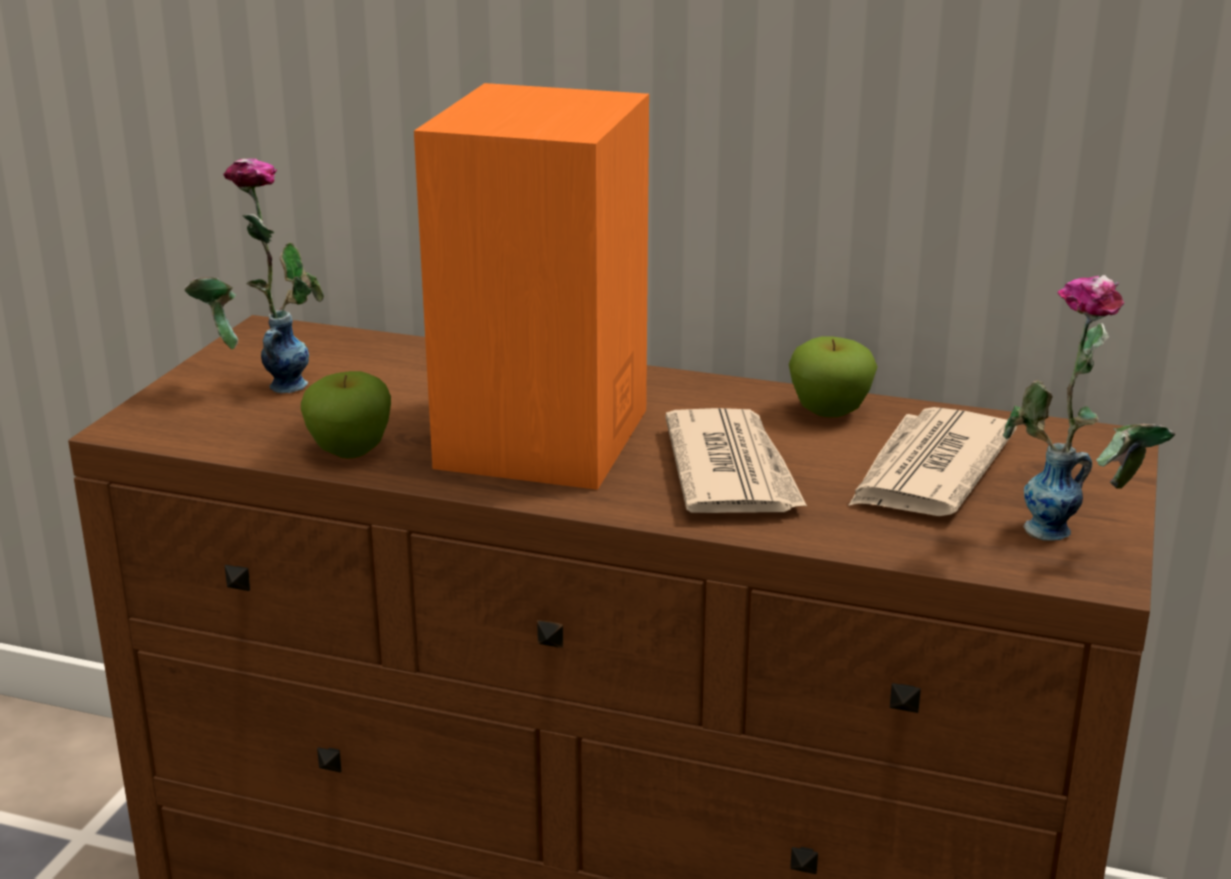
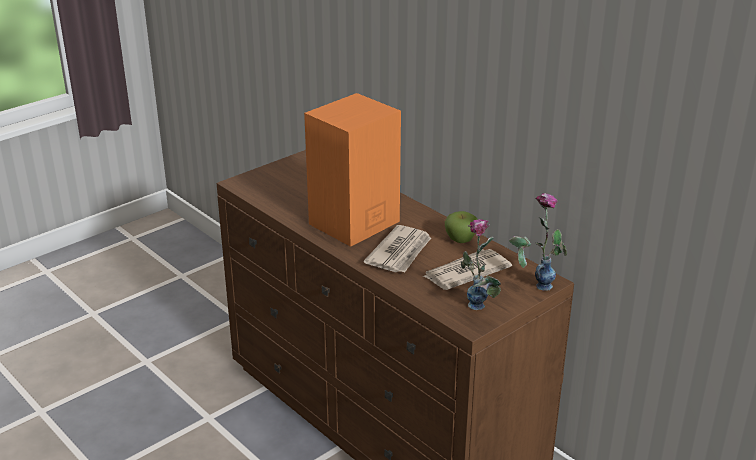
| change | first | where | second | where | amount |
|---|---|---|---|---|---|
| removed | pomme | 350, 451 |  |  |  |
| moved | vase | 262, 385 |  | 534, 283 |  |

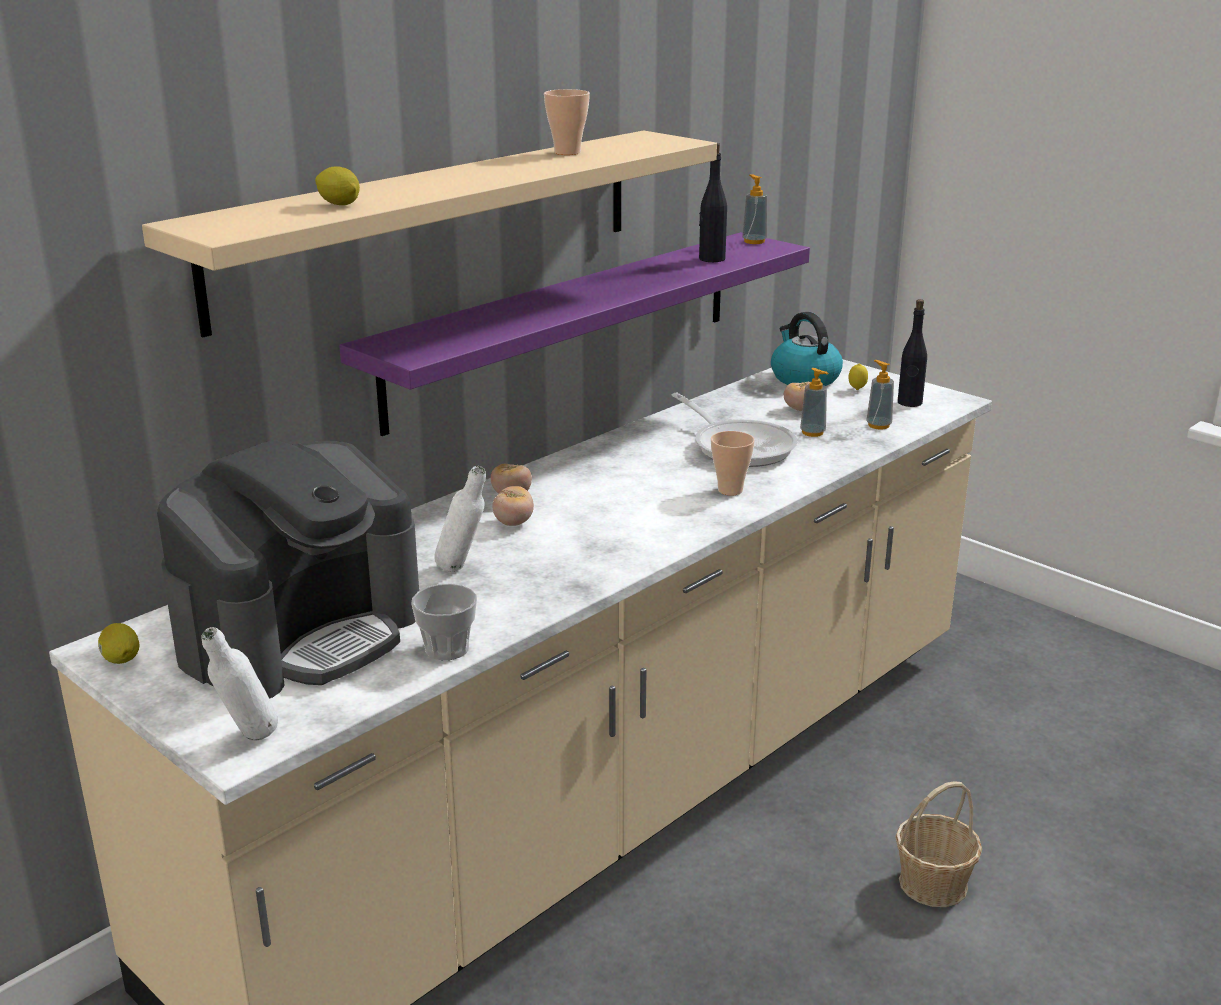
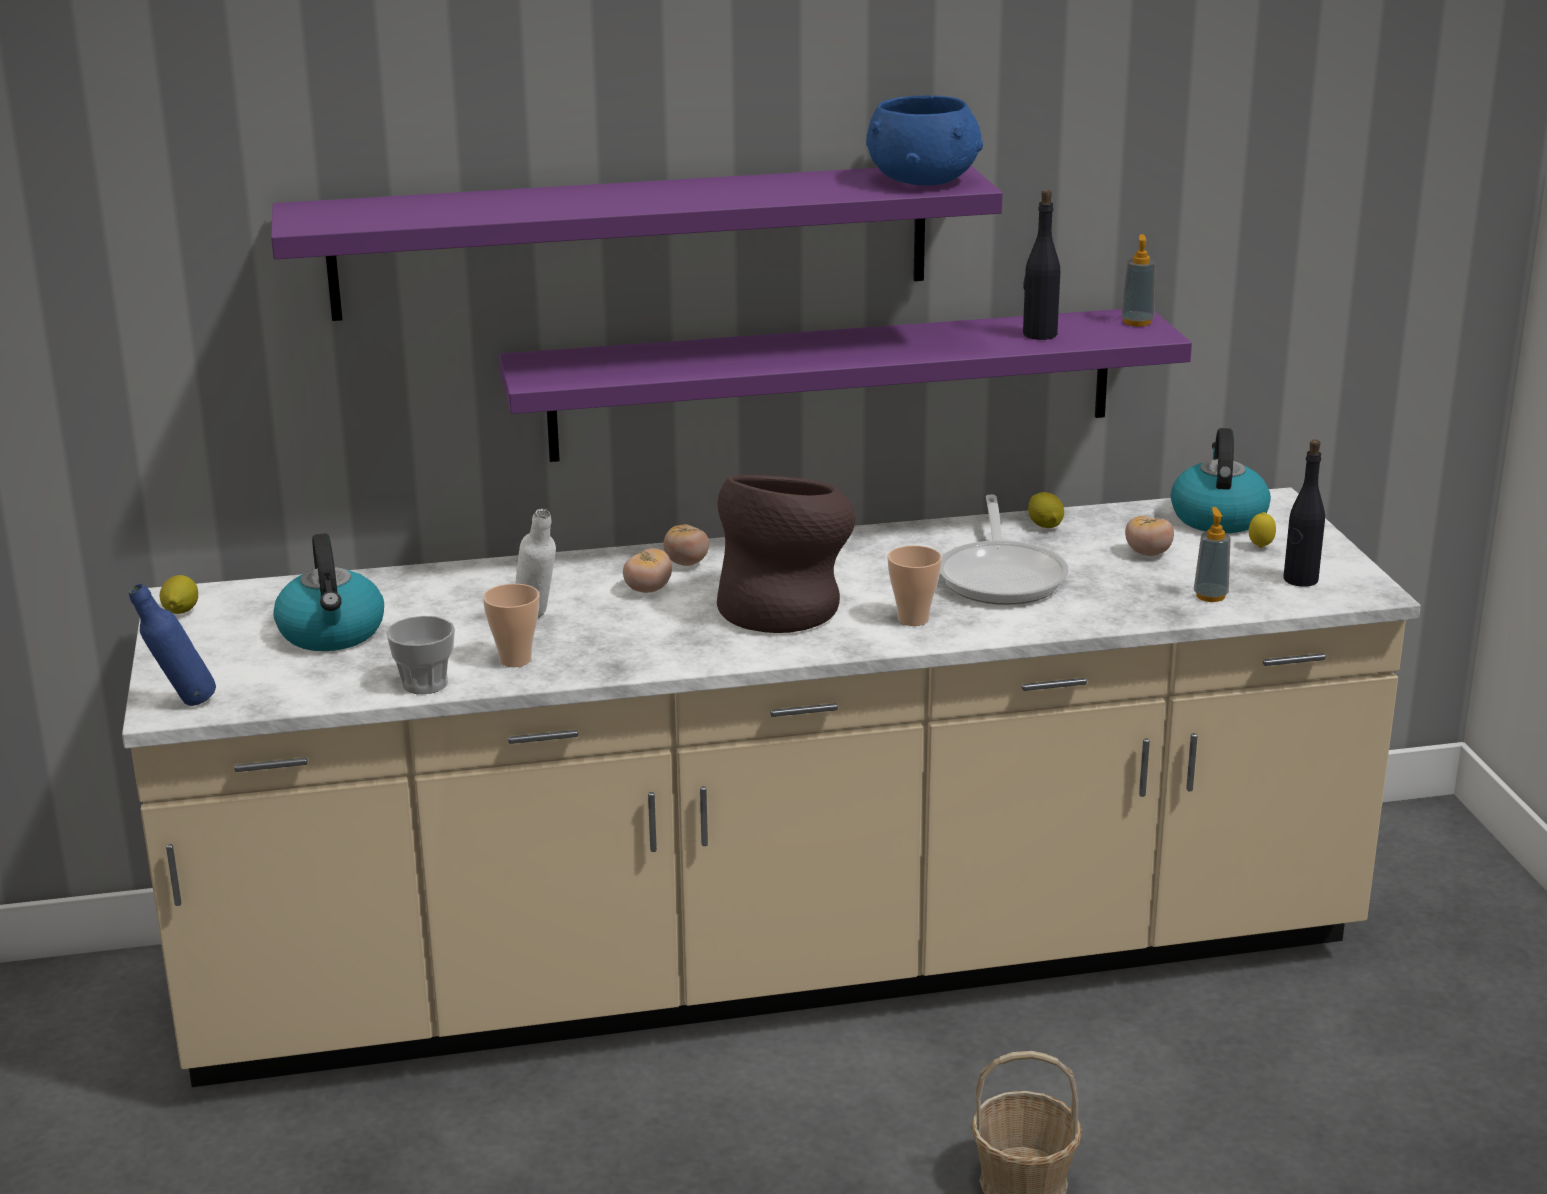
| change | first | where | second | where | amount |
|---|---|---|---|---|---|
| removed | distributeur de savon | 812, 433 |  |  |  |
| added |  |  | vase [marron] | 784, 607 |  |
| added |  |  | bol [bleu] | 923, 180 |  |
| moved | citron | 339, 204 |  | 1045, 525 |  |
| moved | tasse | 567, 152 |  | 515, 660 |  |
| replaced | machine à café | 301, 634 | bouilloire | 332, 633 |  |
| recoloured | étagère [beige] | 433, 224 | étagère [violet] | 632, 241 |  |
| recoloured | bouteille [blanc] | 248, 742 | bouteille [bleu] | 182, 705 |  |

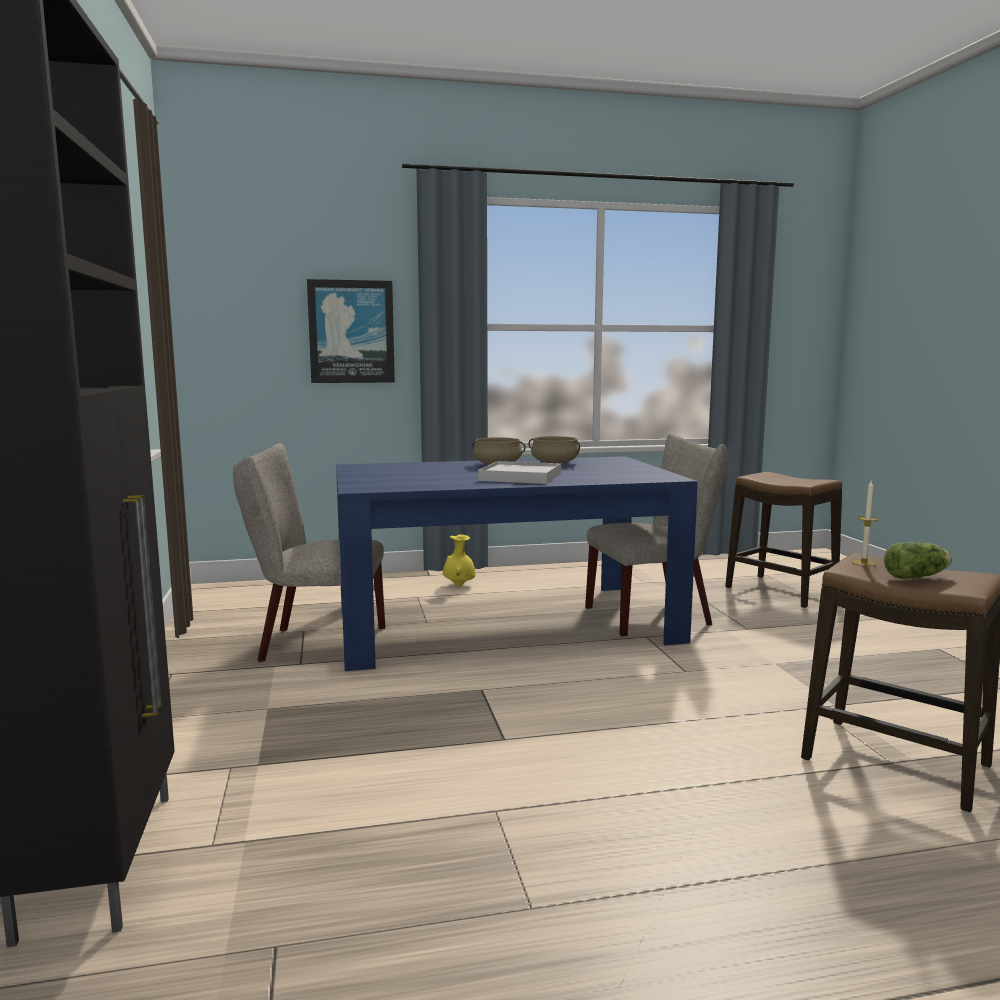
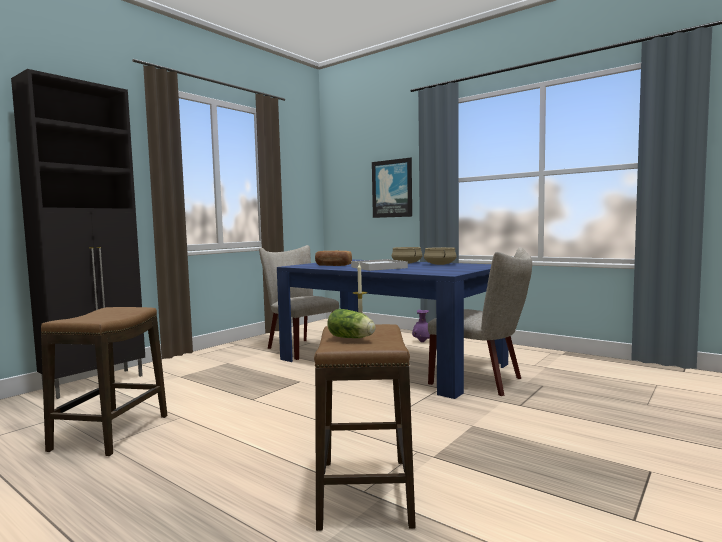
| change | first | where | second | where | amount |
|---|---|---|---|---|---|
| added |  |  | pain | 333, 265 |  |
| moved | tabouret | 781, 591 |  | 111, 433 |  |
| recoloured | vase [jaune] | 459, 585 | vase [violet] | 422, 342 |  |

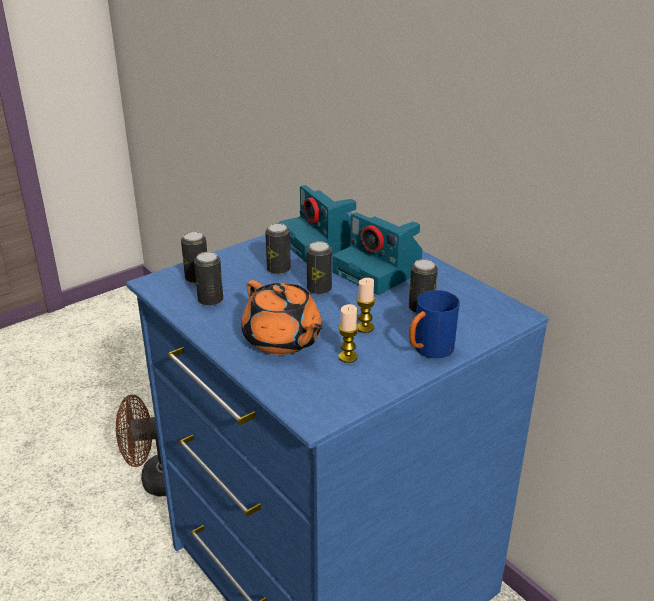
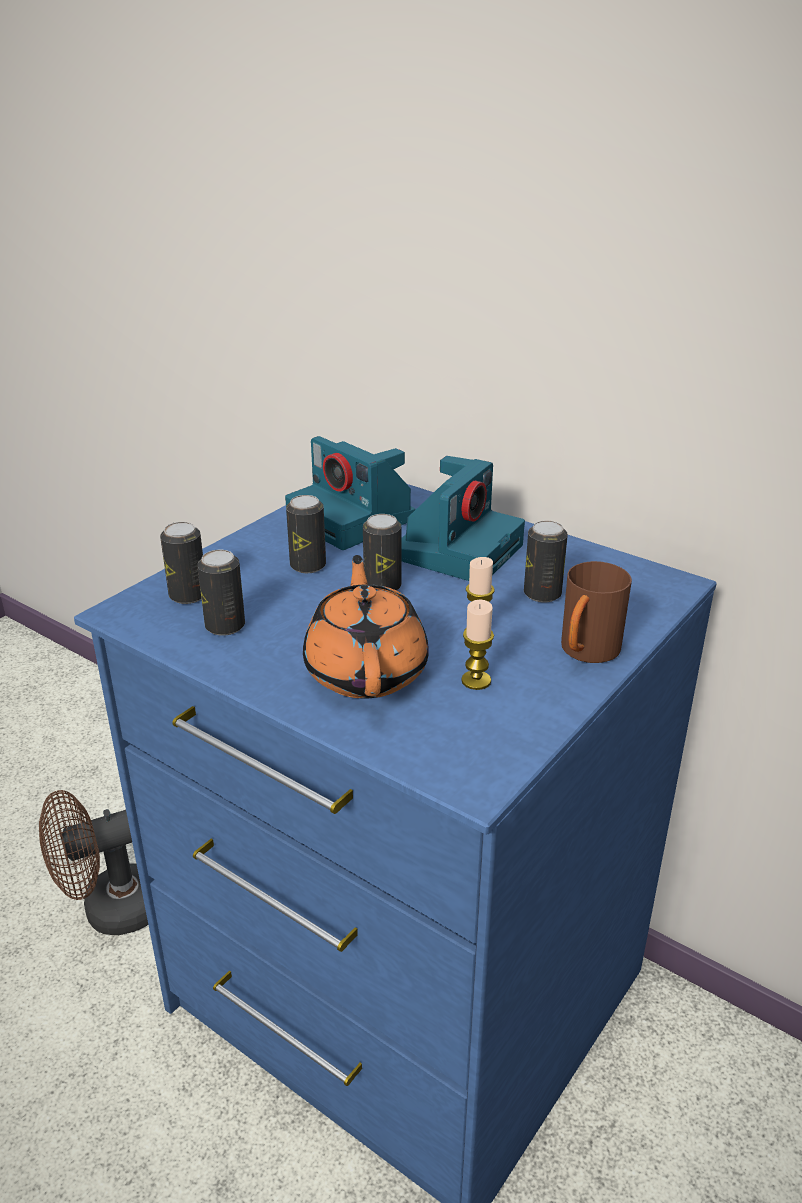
| change | first | where | second | where | amount |
|---|---|---|---|---|---|
| recoloured | mug [bleu] | 428, 351 | mug [marron] | 585, 654 |  |
| turned | théière [orange] | 283, 340 |  | 366, 671 | 135 degrees counterclockwise |
| turned | appareil photo | 380, 271 |  | 457, 550 | 90 degrees counterclockwise |

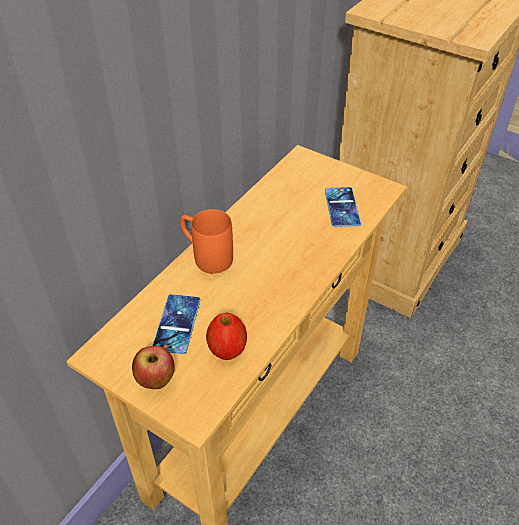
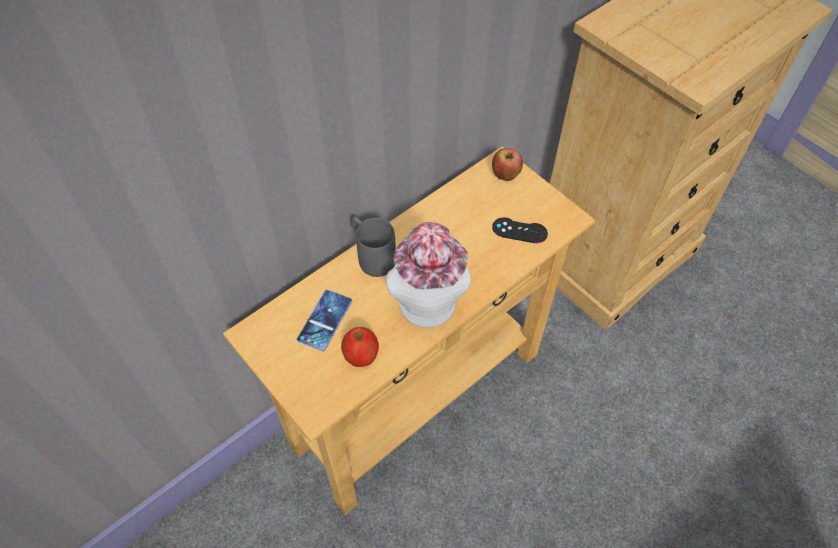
| change | first | where | second | where | amount |
|---|---|---|---|---|---|
| added |  |  | chapeau | 428, 310 |  |
| moved | pomme | 156, 381 |  | 505, 176 |  |
| replaced | téléphone | 342, 207 | manette [noir] | 519, 230 |  |
| recoloured | mug [orange] | 206, 256 | mug [gris] | 371, 256 |  |

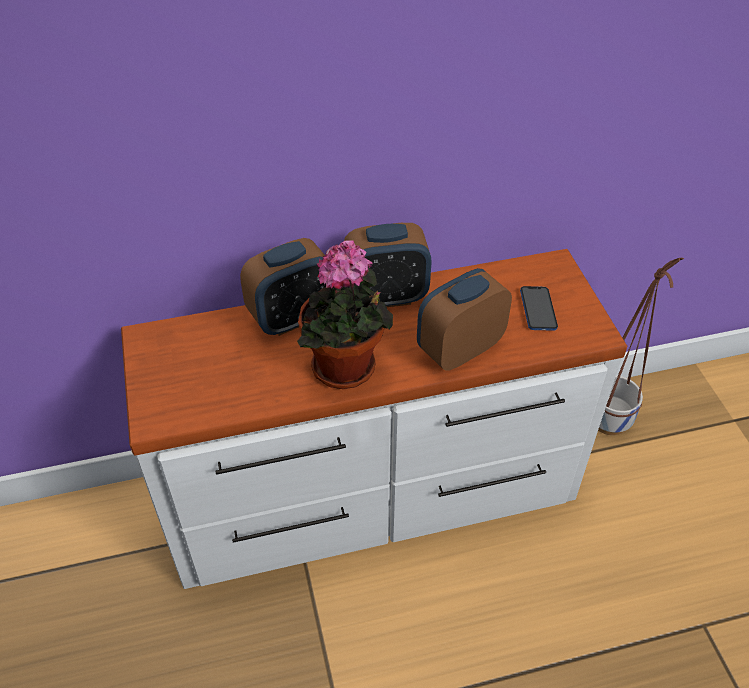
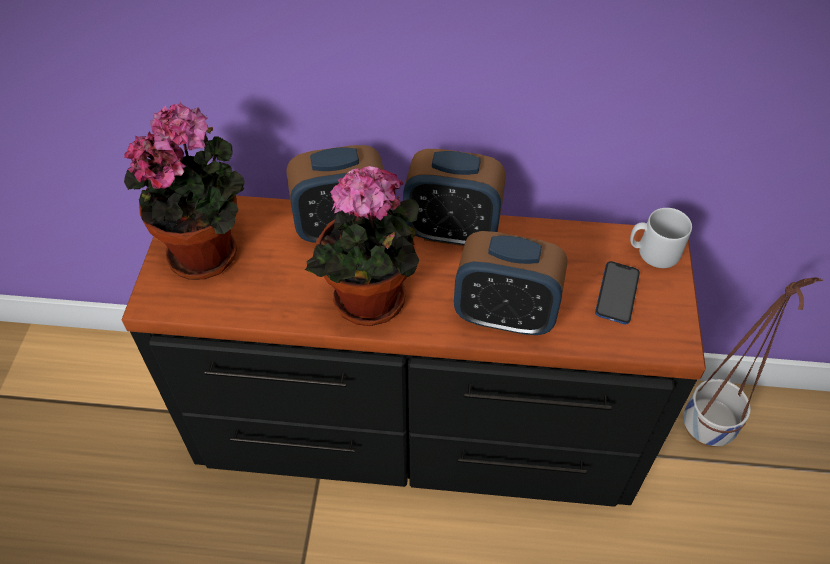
| change | first | where | second | where | amount |
|---|---|---|---|---|---|
| added |  |  | plante en pot | 209, 251 |  |
| added |  |  | mug [gris] | 653, 252 |  |
| recoloured | commode [blanc] | 373, 494 | commode [noir] | 415, 428 |  |
| turned | réveil | 459, 349 |  | 504, 315 | 150 degrees counterclockwise |

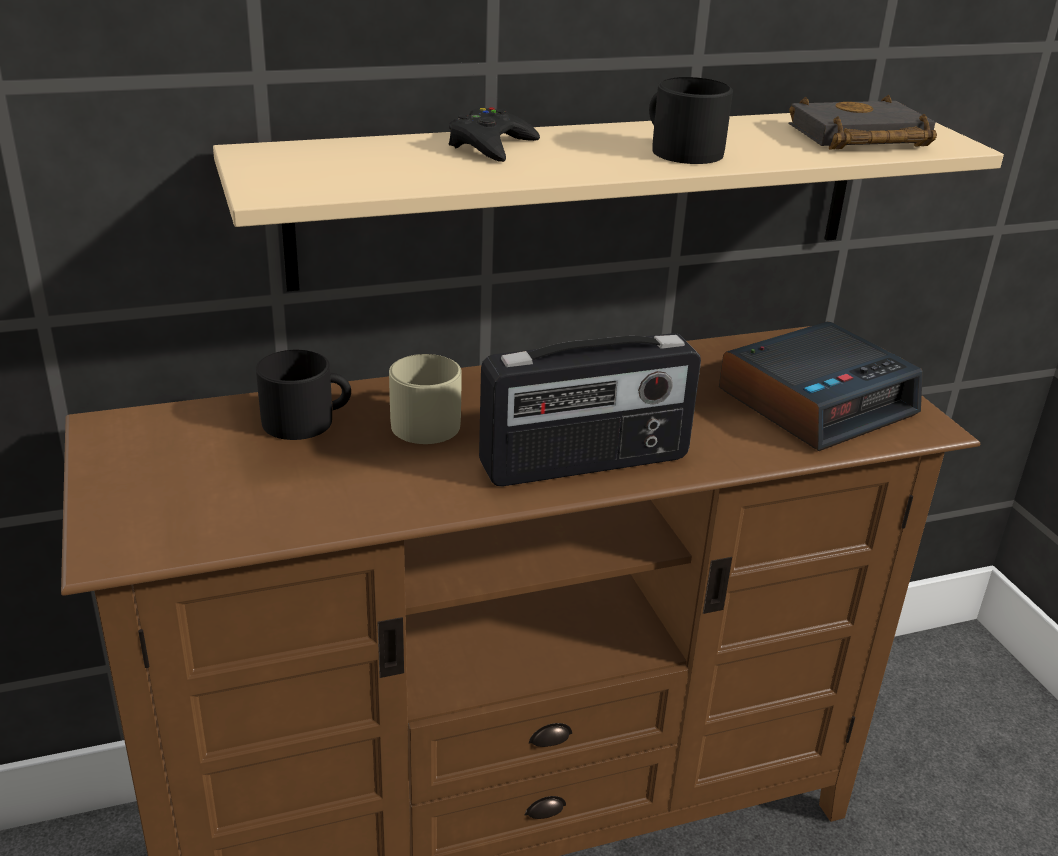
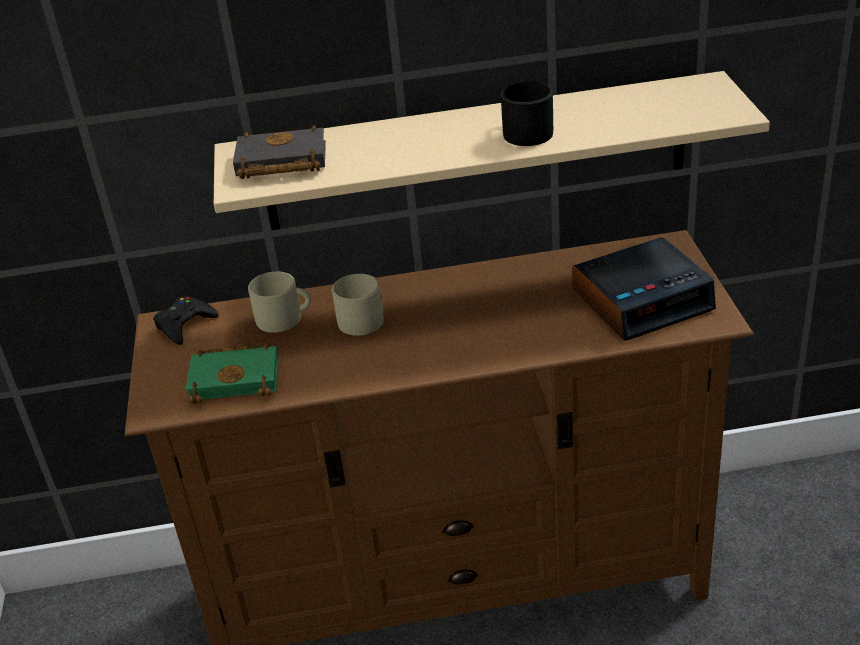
| change | first | where | second | where | amount |
|---|---|---|---|---|---|
| removed | radio | 585, 463 |  |  |  |
| added |  |  | livre [vert] | 237, 377 |  |
| moved | manette [noir] | 491, 145 |  | 184, 325 |  |
| moved | livre [noir] | 857, 138 |  | 279, 163 |  |
| recoloured | mug [noir] | 307, 421 | mug [beige] | 284, 318 |  |

